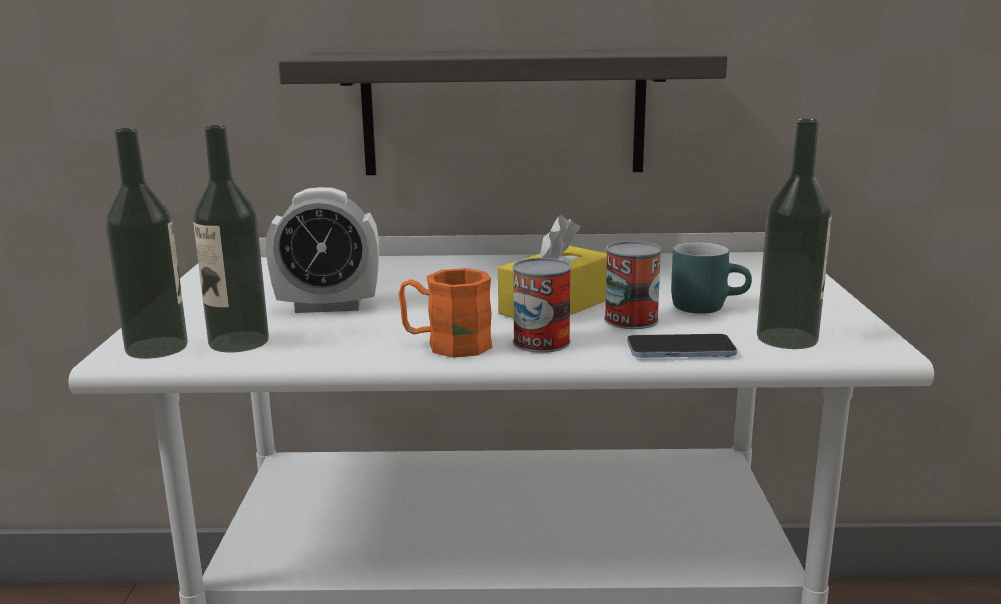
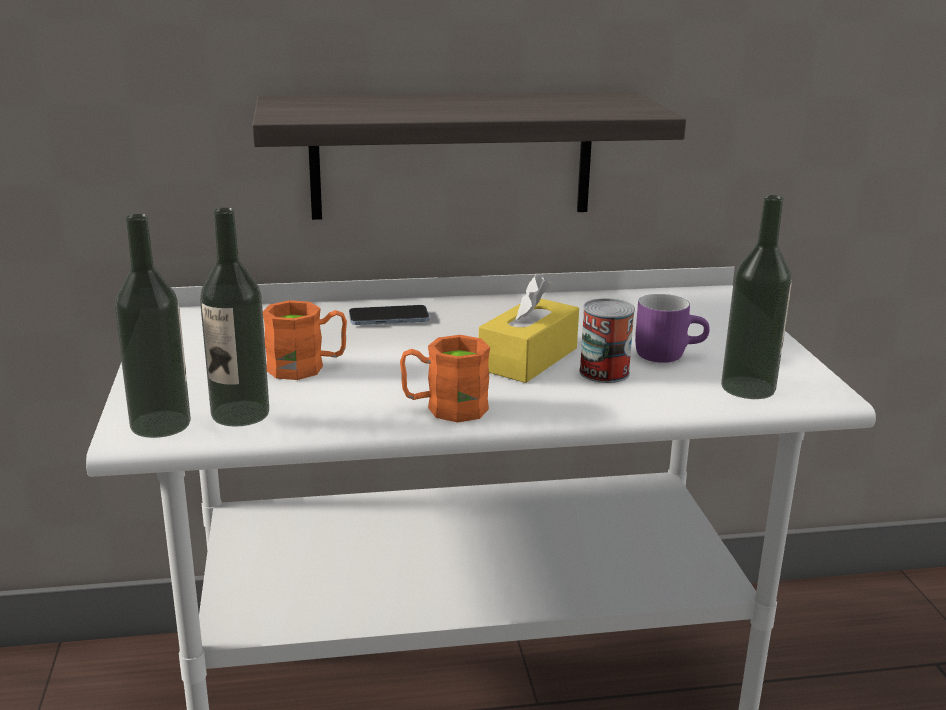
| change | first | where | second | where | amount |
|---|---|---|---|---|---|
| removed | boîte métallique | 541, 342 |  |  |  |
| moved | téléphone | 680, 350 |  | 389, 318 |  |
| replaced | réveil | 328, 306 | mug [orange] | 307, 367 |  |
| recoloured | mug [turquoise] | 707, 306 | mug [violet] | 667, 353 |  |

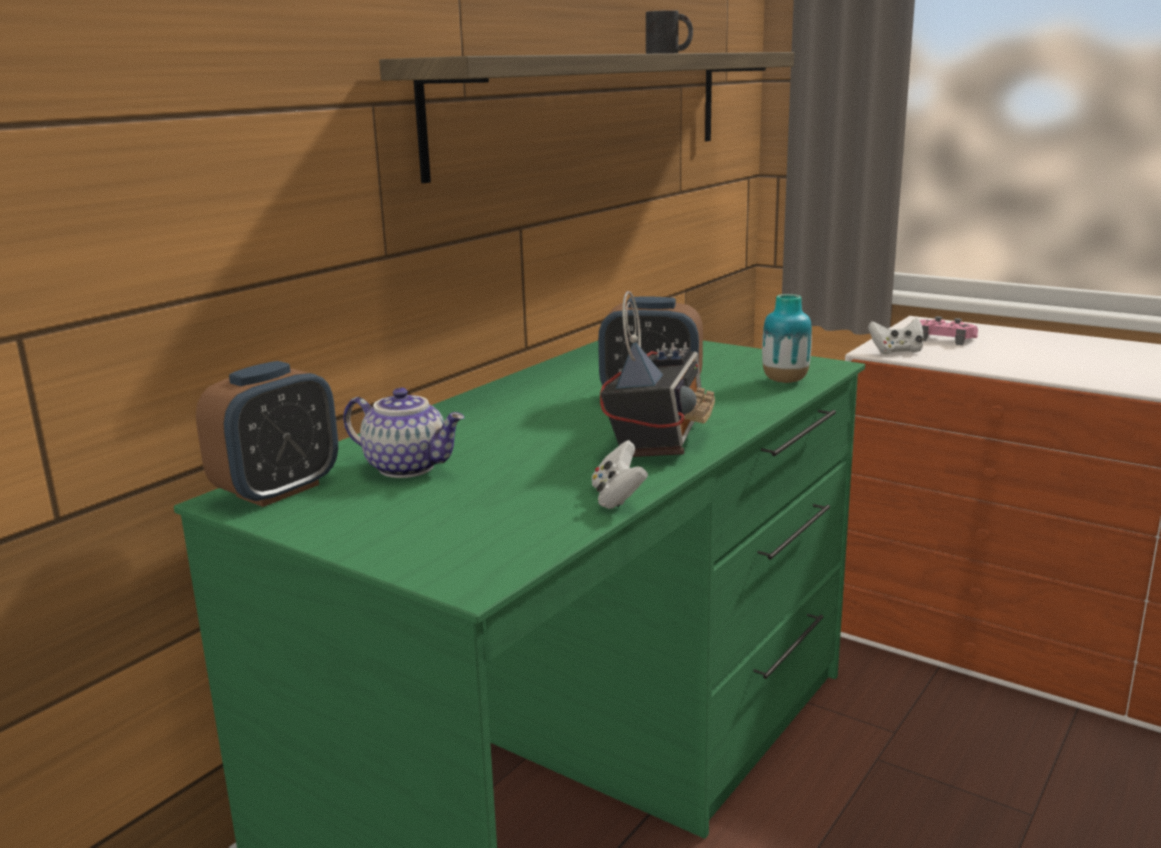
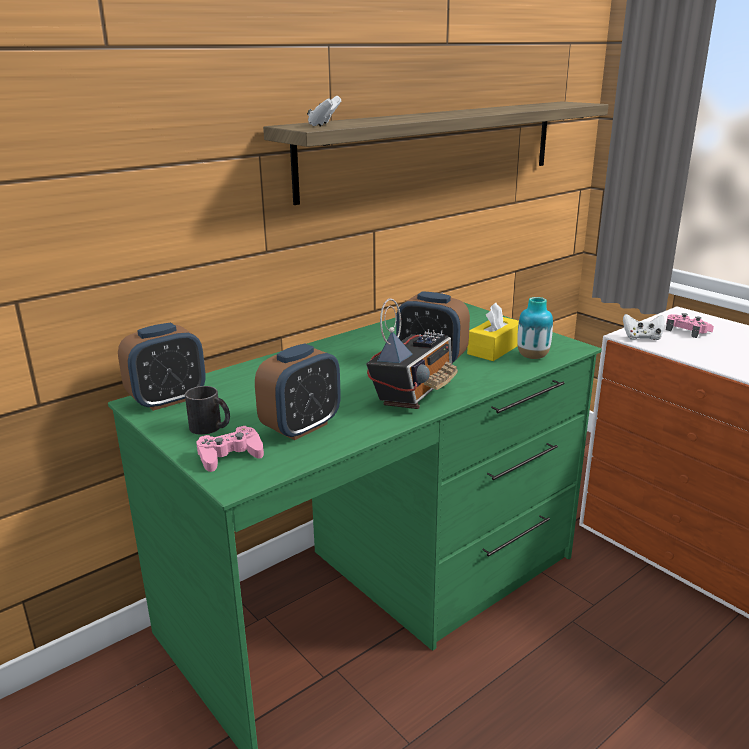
| change | first | where | second | where | amount |
|---|---|---|---|---|---|
| removed | théière | 408, 467 |  |  |  |
| added |  |  | manette [rose] | 230, 455 |  |
| added |  |  | réveil | 301, 427 |  |
| added |  |  | boîte à mouchoirs [jaune] | 494, 349 |  |
| moved | manette [blanc] | 617, 498 |  | 324, 125 |  |
| moved | mug [noir] | 669, 53 |  | 211, 428 |  |

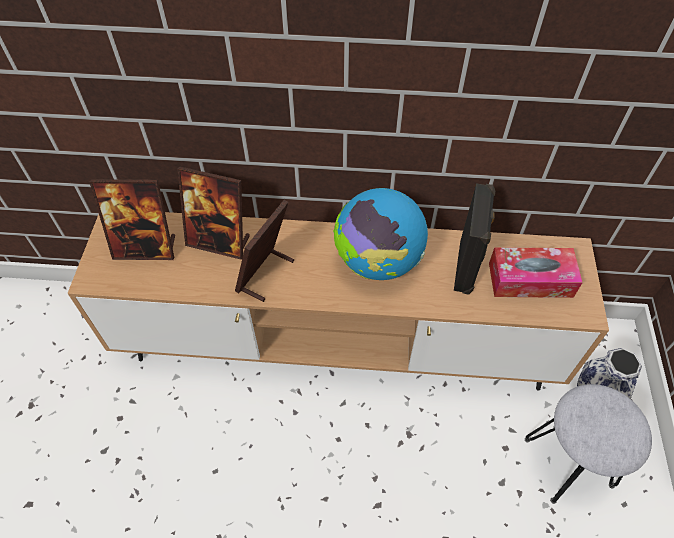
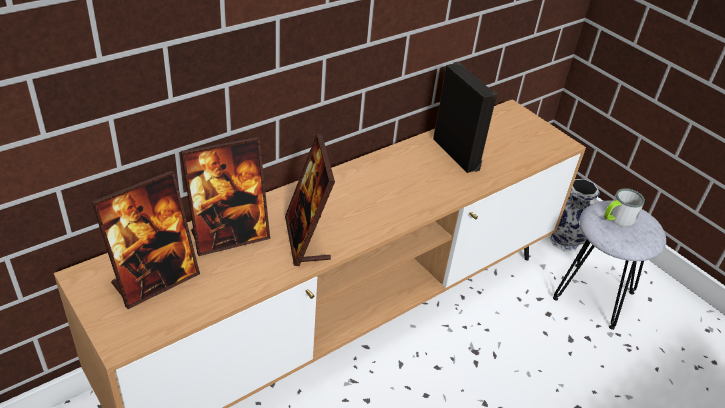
| change | first | where | second | where | amount |
|---|---|---|---|---|---|
| removed | globe | 378, 261 |  |  |  |
| removed | boîte à mouchoirs | 530, 280 |  |  |  |
| added |  |  | mug | 617, 219 |  |

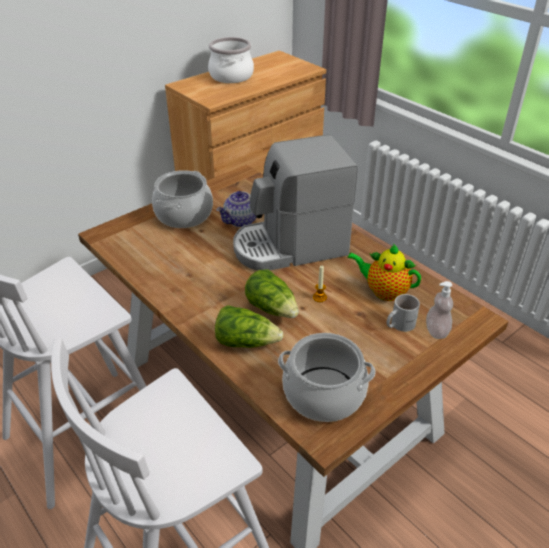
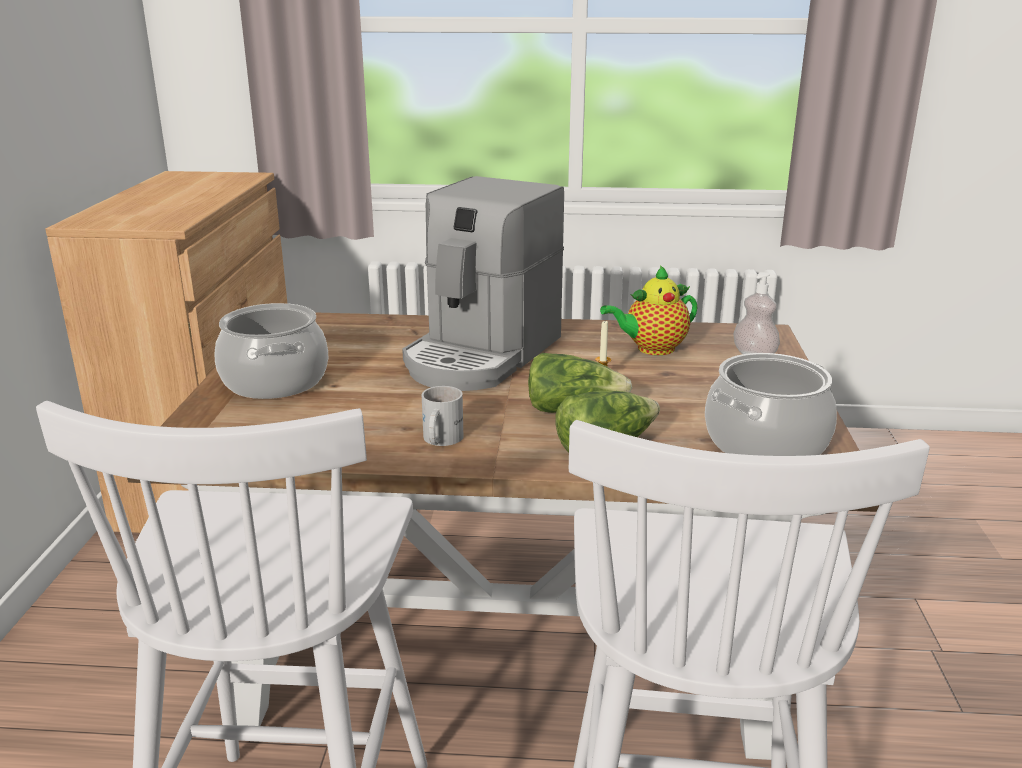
| change | first | where | second | where | amount |
|---|---|---|---|---|---|
| removed | marmite | 230, 76 |  |  |  |
| removed | théière | 241, 221 |  |  |  |
| moved | mug [blanc] | 398, 324 |  | 439, 440 |  |

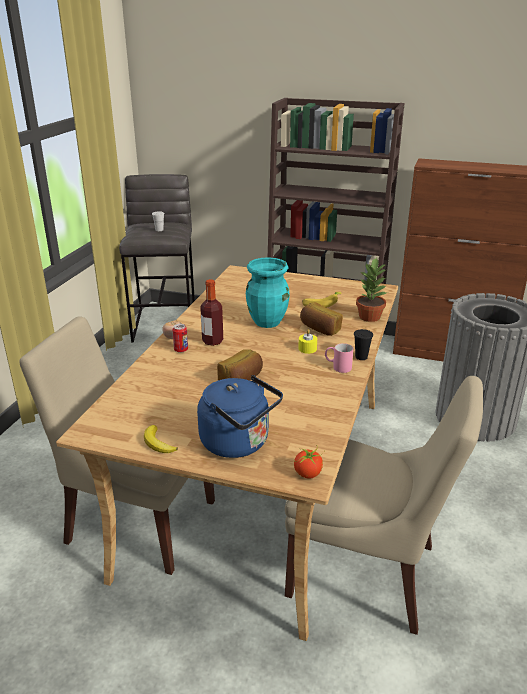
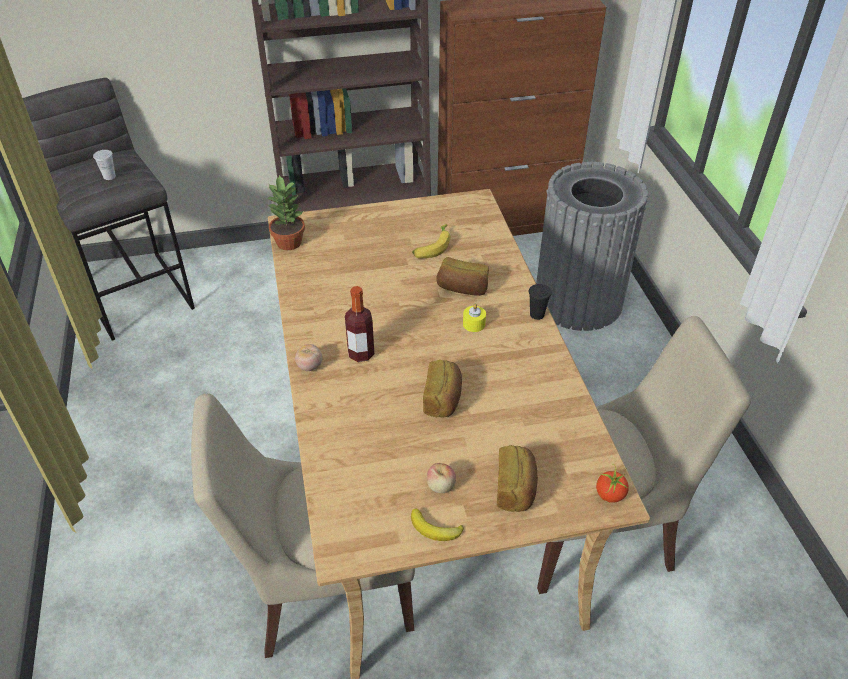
| change | first | where | second | where | amount |
|---|---|---|---|---|---|
| removed | boîte métallique | 181, 350 |  |  |  |
| removed | vase [turquoise] | 267, 322 |  |  |  |
| removed | mug [rose] | 337, 367 |  |  |  |
| added |  |  | pomme | 441, 486 |  |
| moved | plante en pot | 370, 317 |  | 289, 242 |  |
| replaced | bouilloire [bleu] | 239, 443 | pain | 515, 488 |  |

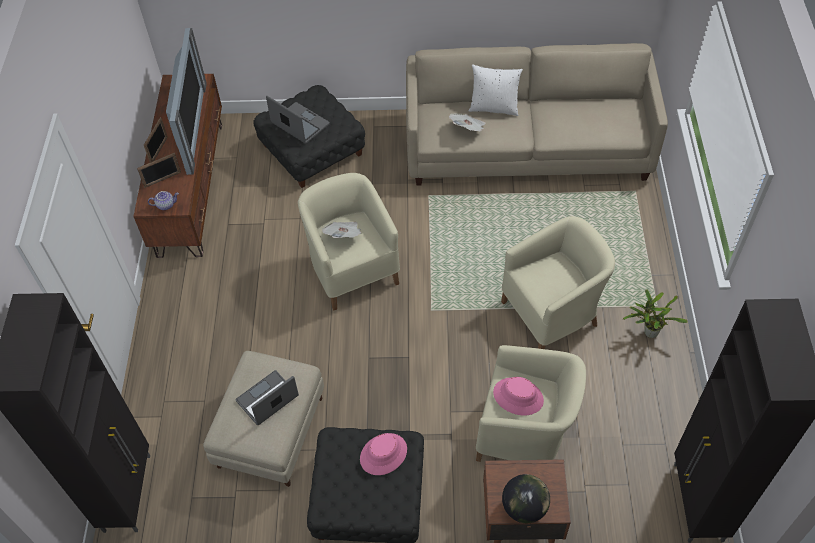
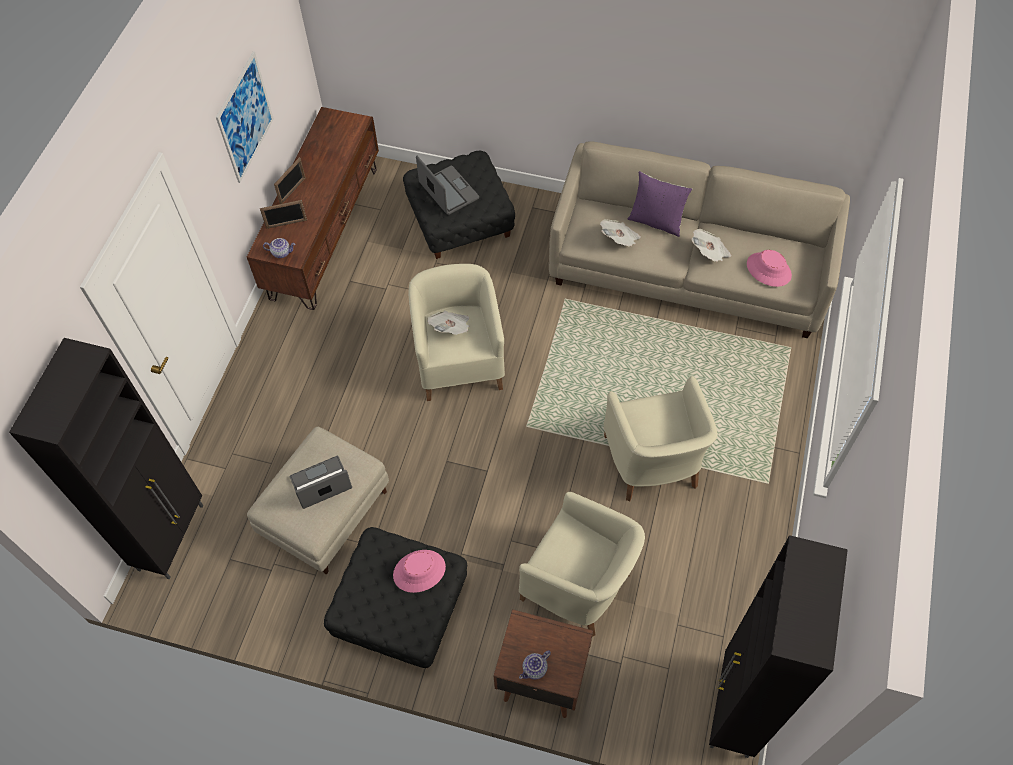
| change | first | where | second | where | amount |
|---|---|---|---|---|---|
| removed | téléviseur | 192, 127 |  |  |  |
| removed | plante en pot | 648, 332 |  |  |  |
| added |  |  | tableau | 245, 118 |  |
| added |  |  | journal | 709, 253 |  |
| moved | chapeau [rose] | 518, 396 |  | 768, 270 |  |
| replaced | globe | 524, 507 | théière | 535, 669 |  |
| recoloured | coussin [blanc] | 494, 107 | coussin [violet] | 656, 221 |  |
| turned | fauteuil [beige] | 552, 314 |  | 652, 463 | 90 degrees clockwise |

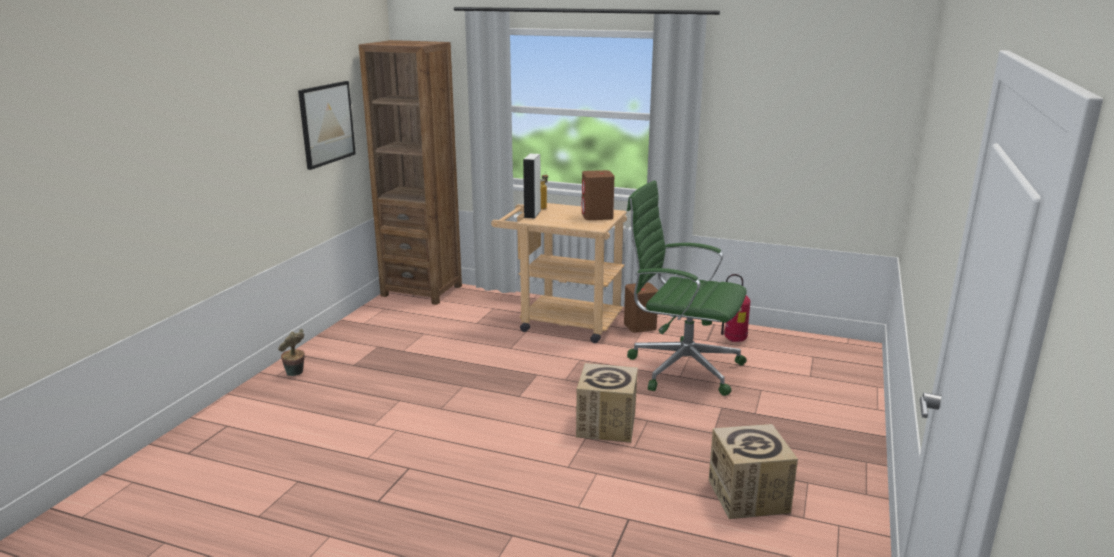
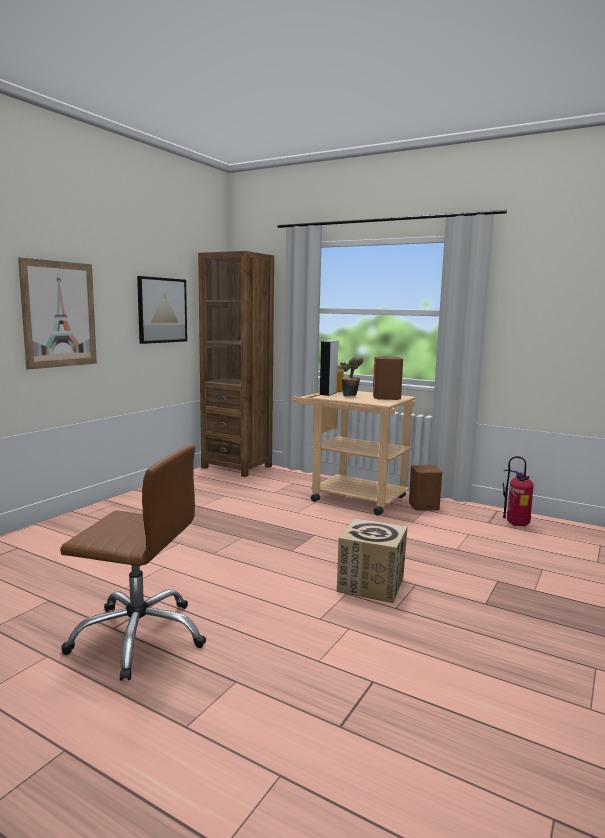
| change | first | where | second | where | amount |
|---|---|---|---|---|---|
| removed | chaise de bureau [vert] | 681, 368 |  |  |  |
| removed | carton | 748, 496 |  |  |  |
| added |  |  | tableau | 59, 314 |  |
| added |  |  | chaise de bureau [marron] | 139, 636 |  |
| moved | plante en pot | 296, 374 |  | 350, 396 |  |

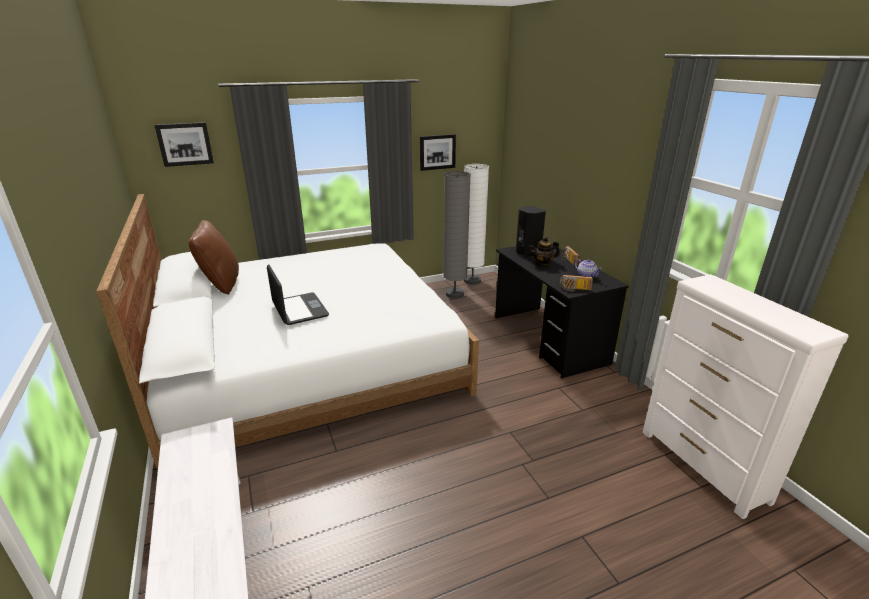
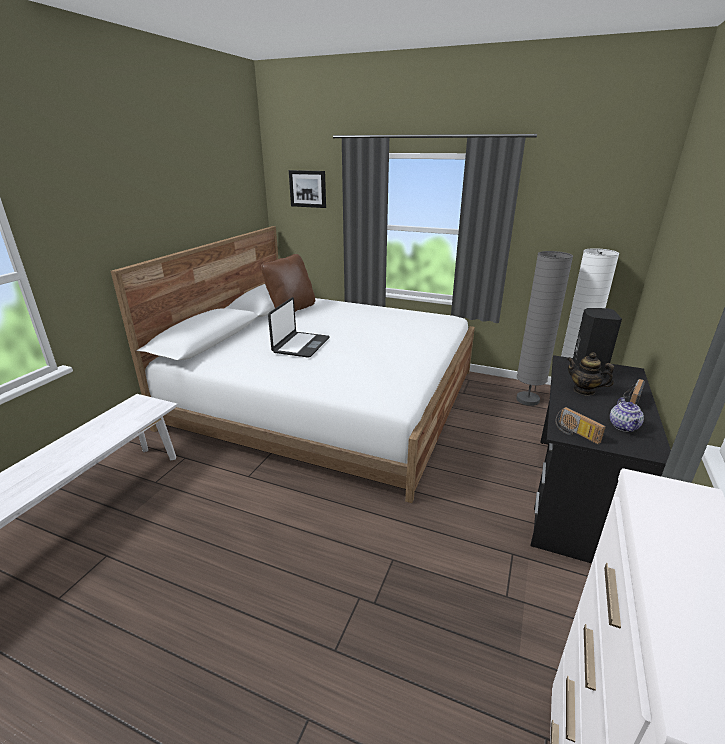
| change | first | where | second | where | amount |
|---|---|---|---|---|---|
| removed | tableau | 437, 152 |  |  |  |

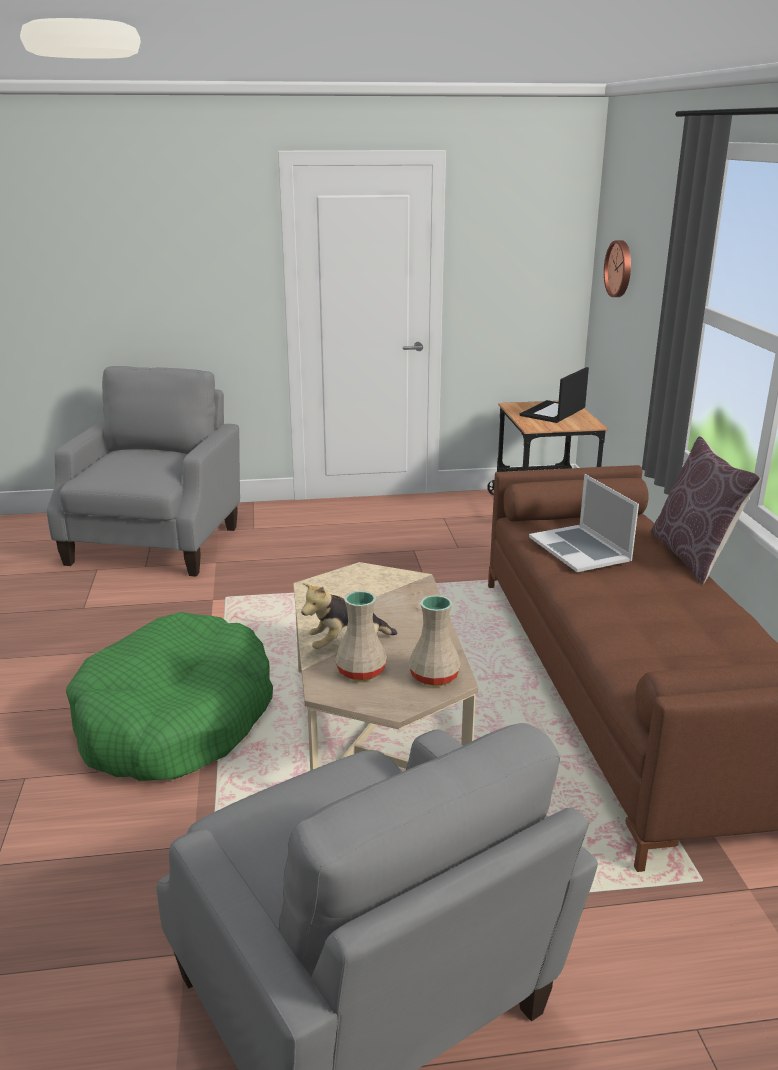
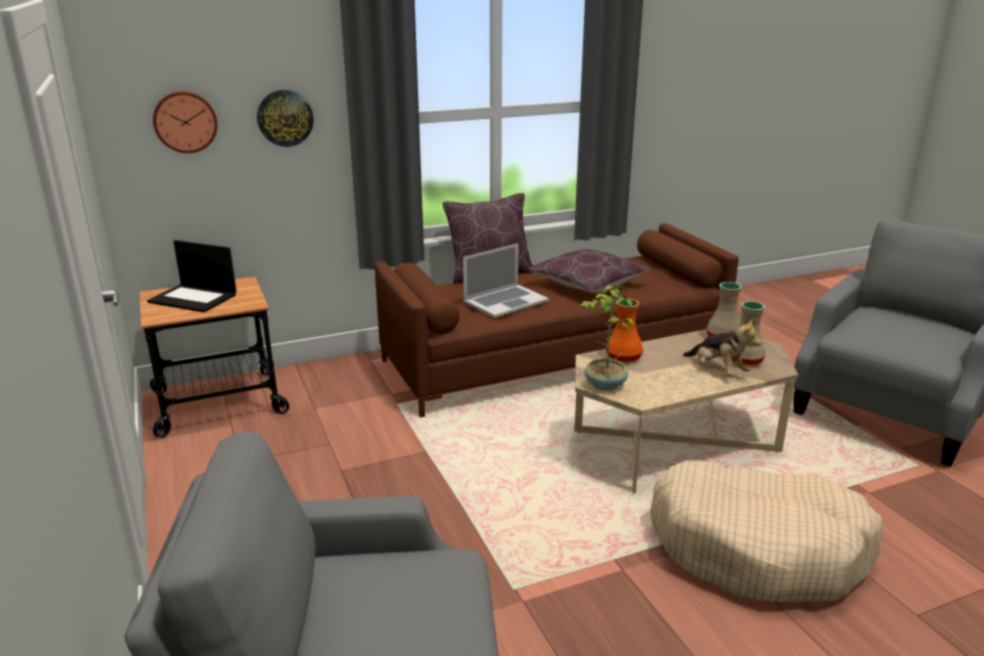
| change | first | where | second | where | amount |
|---|---|---|---|---|---|
| added |  |  | horloge murale | 285, 118 |  |
| added |  |  | coussin [marron] | 588, 284 |  |
| added |  |  | plante en pot | 604, 385 |  |
| added |  |  | vase [orange] | 622, 357 |  |
| recoloured | panier pour chien [vert] | 175, 719 | panier pour chien [beige] | 758, 548 |  |

